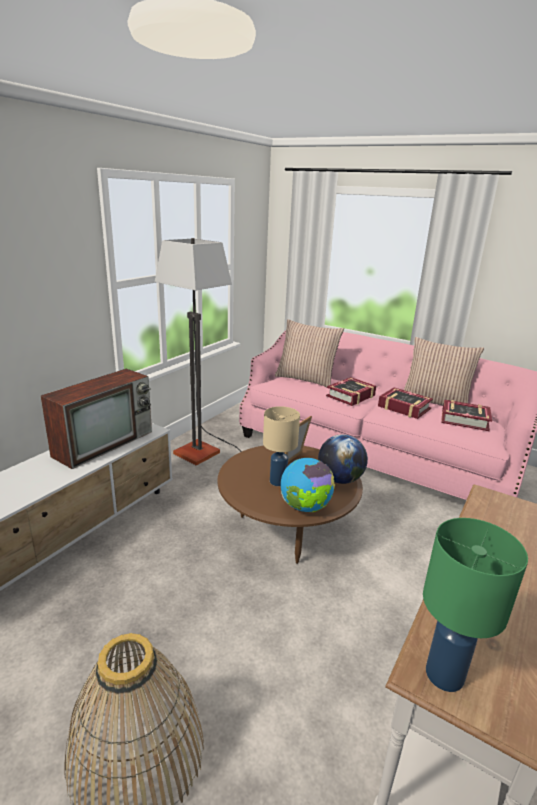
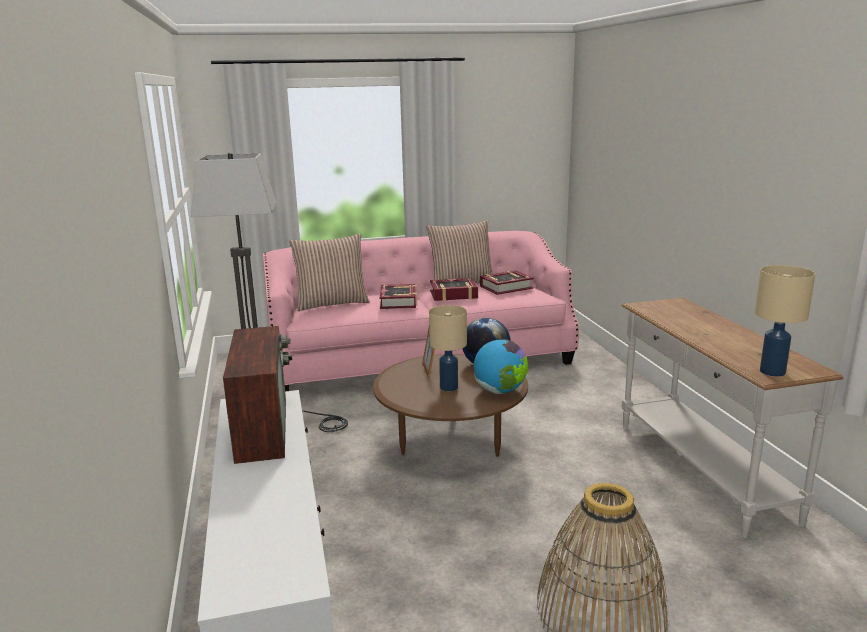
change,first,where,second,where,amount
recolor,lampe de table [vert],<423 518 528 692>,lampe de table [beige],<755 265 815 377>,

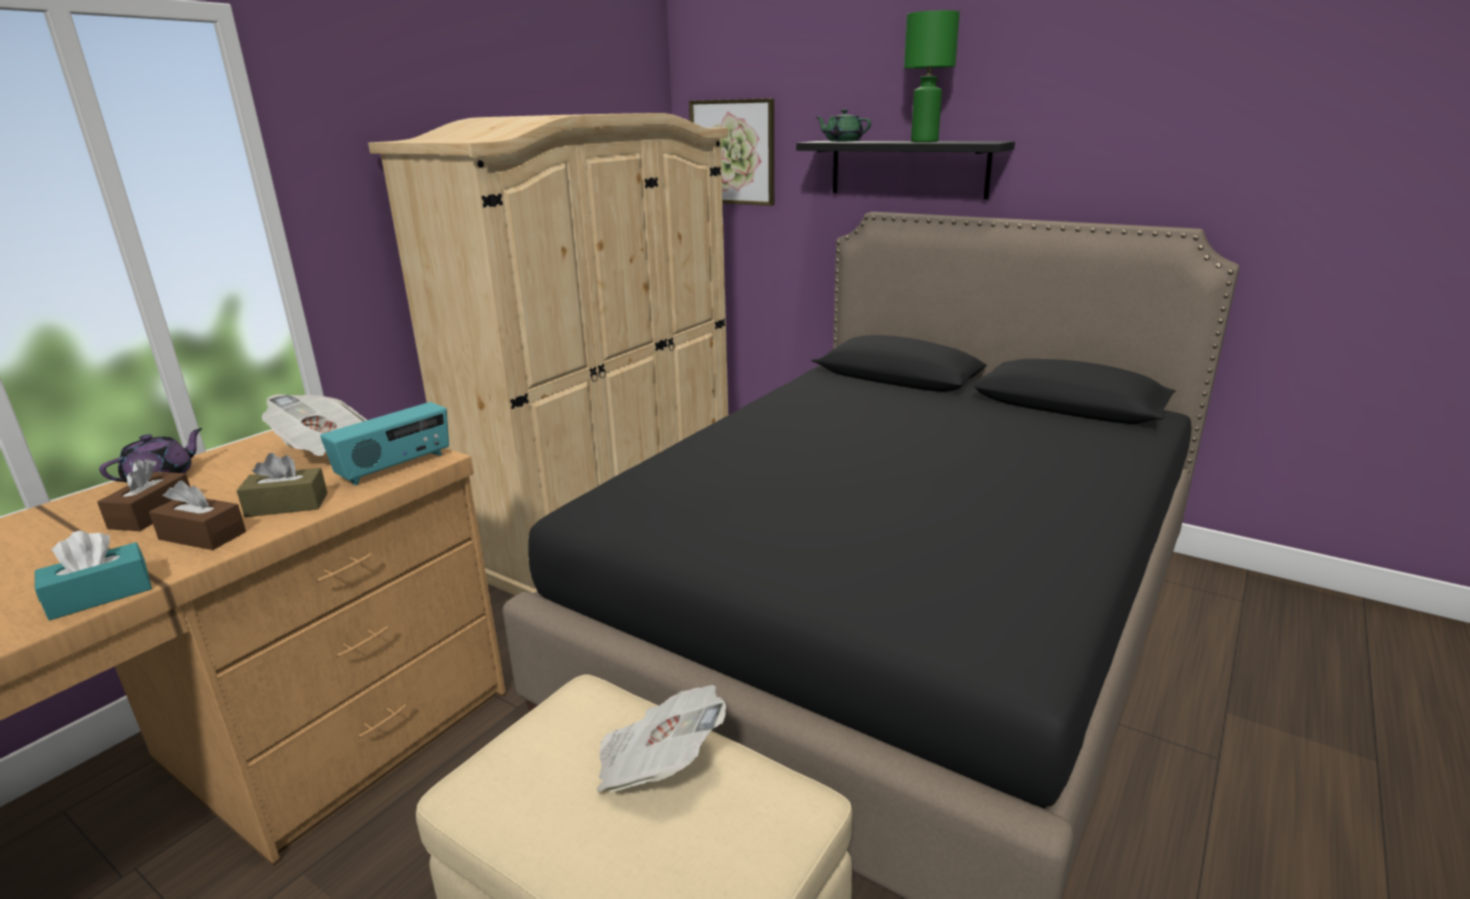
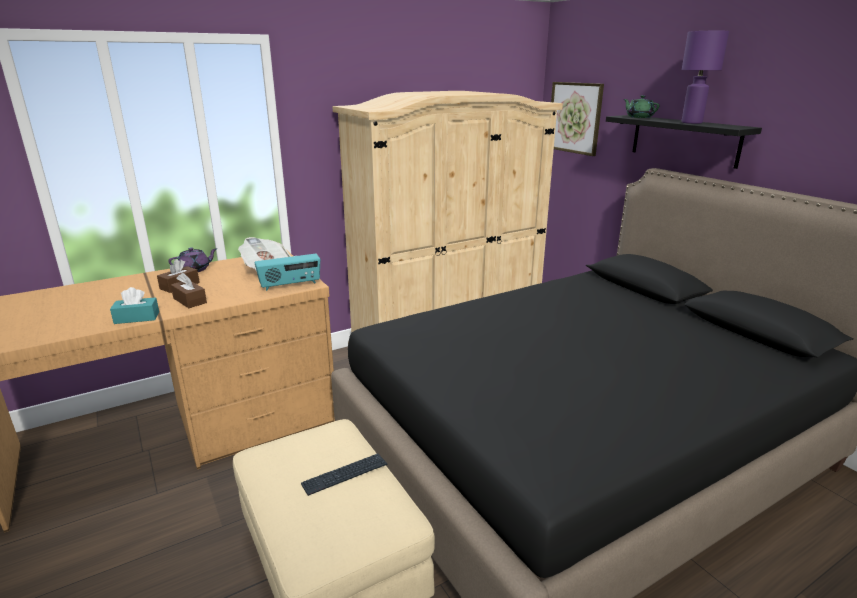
change,first,where,second,where,amount
delete,boîte à mouchoirs [marron],<236 453 328 517>,,,
replace,journal,<597 685 726 792>,clavier,<301 453 387 496>,
recolor,lampe de table [vert],<904 10 960 142>,lampe de table [violet],<681 31 729 124>,

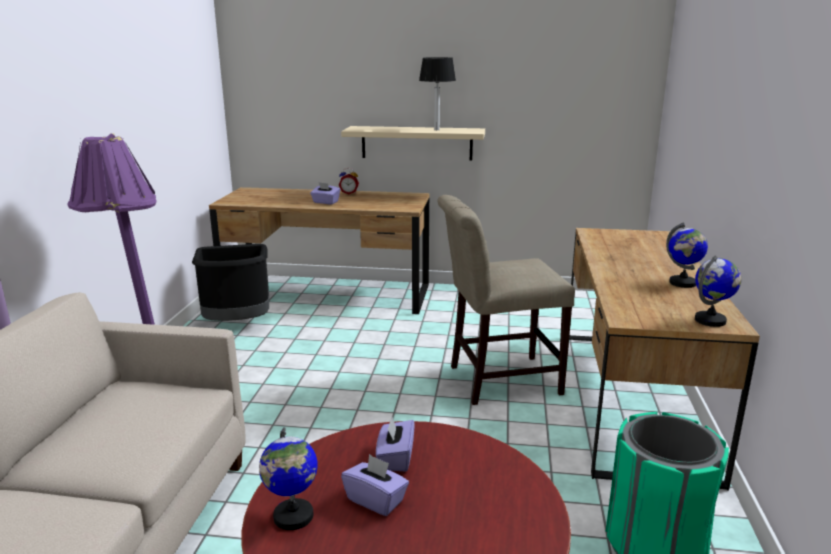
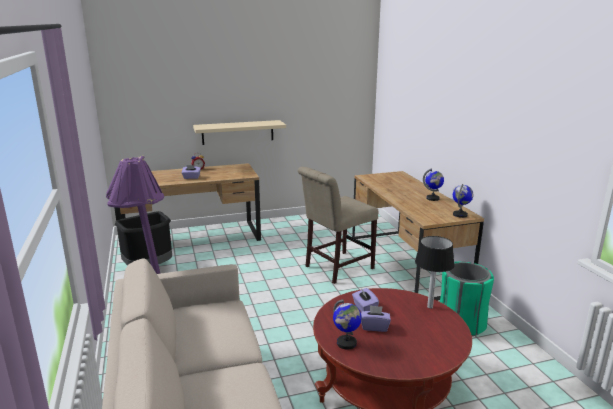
change,first,where,second,where,amount
move,lampe de table,<419 57 456 130>,,<415 236 455 309>,

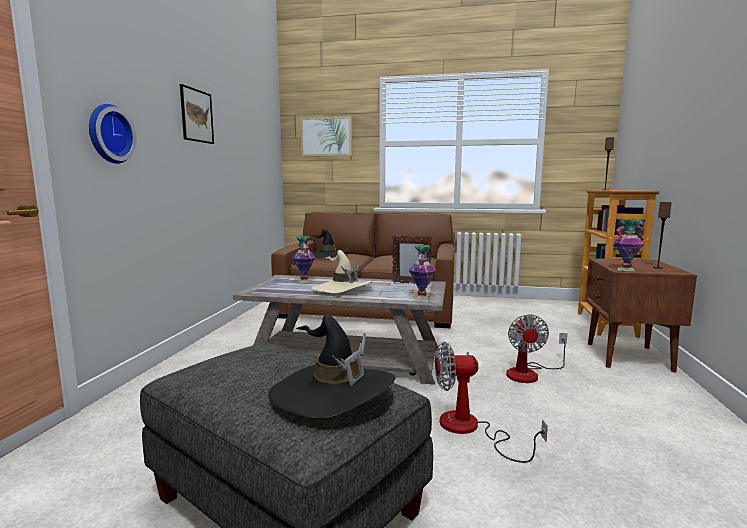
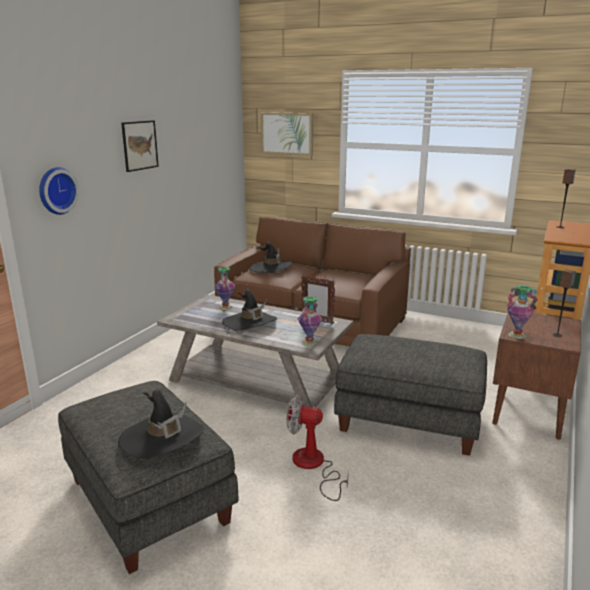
change,first,where,second,where,amount
replace,ventilateur,<506 314 567 383>,pouf [gris],<334 334 487 456>,
recolor,chapeau [beige],<311 250 373 293>,chapeau [noir],<222 289 277 331>,

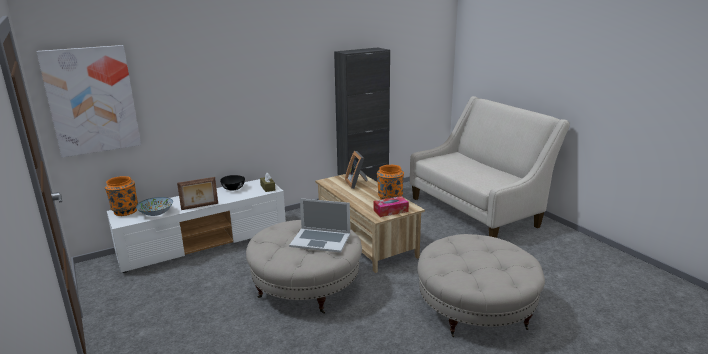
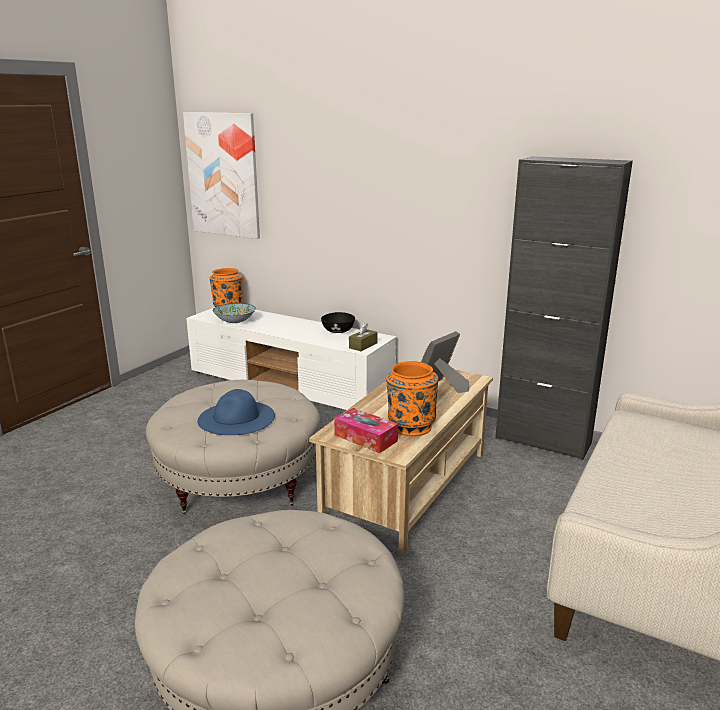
change,first,where,second,where,amount
delete,cadre photo,<177 177 218 210>,,,
replace,ordinateur portable,<289 198 350 253>,chapeau [bleu],<197 389 275 435>,

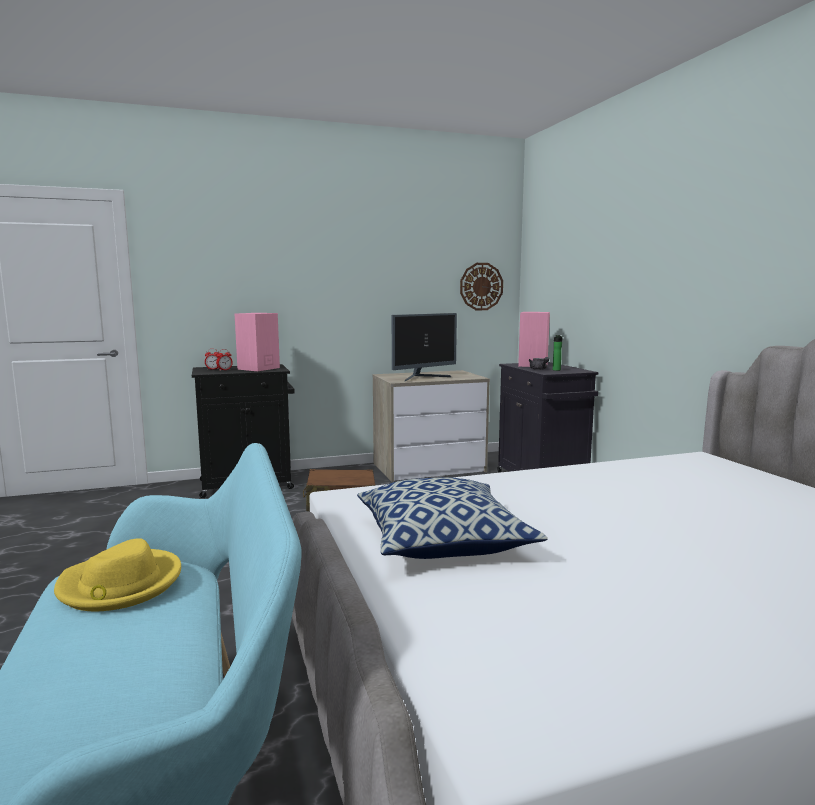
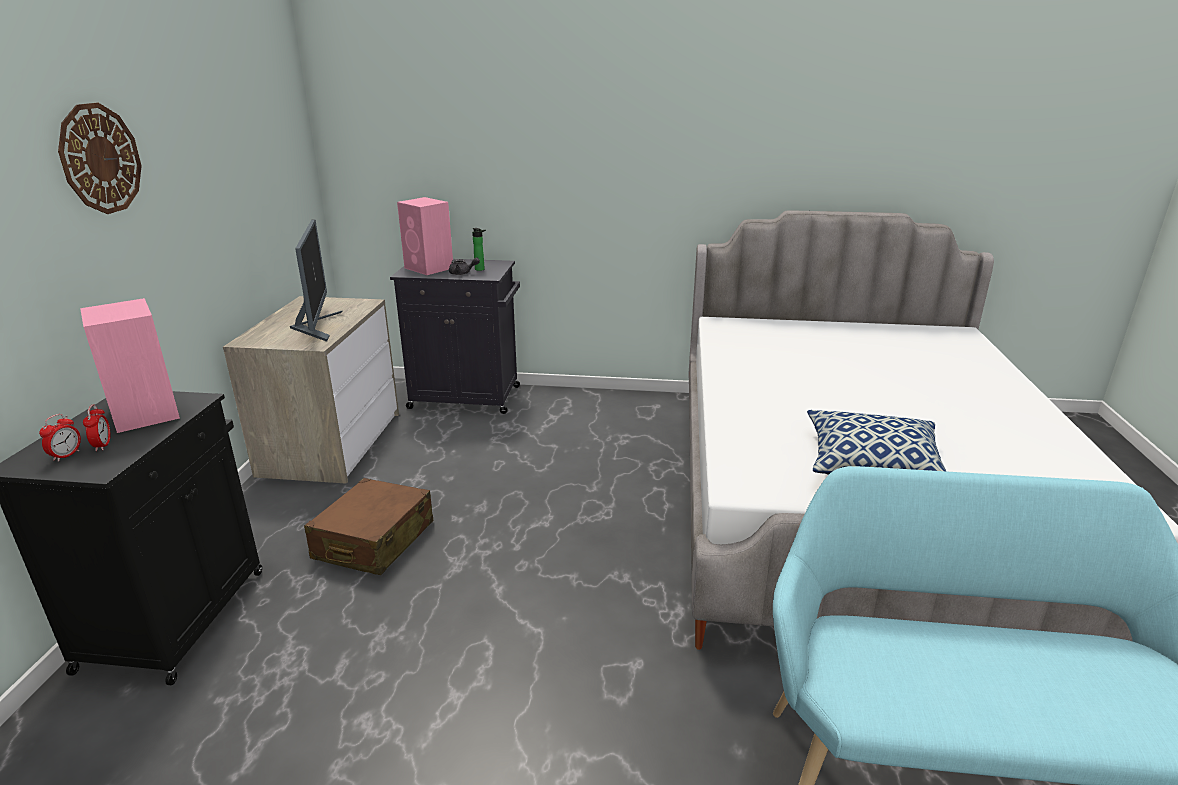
change,first,where,second,where,amount
delete,chapeau [jaune],<54 538 181 611>,,,
move,horloge murale,<460 263 503 310>,,<58 103 142 214>,

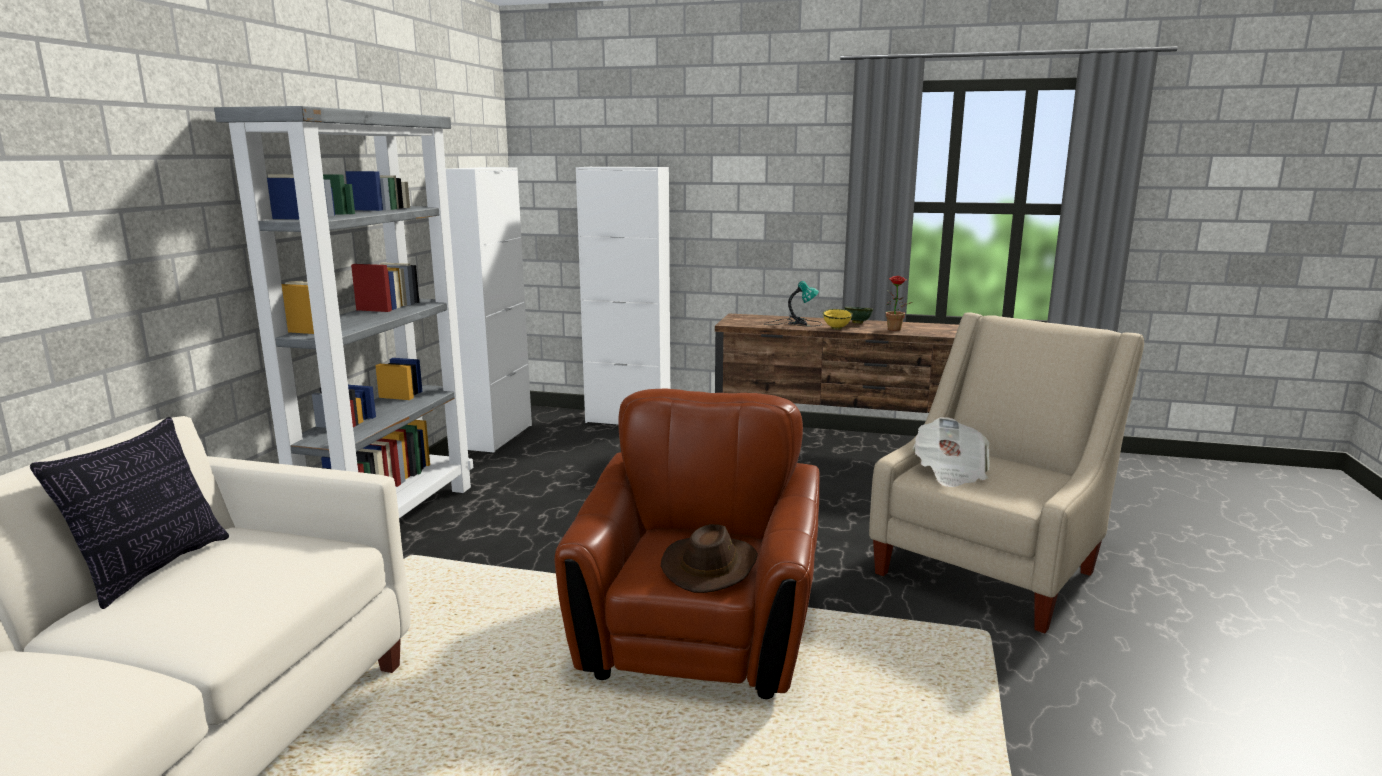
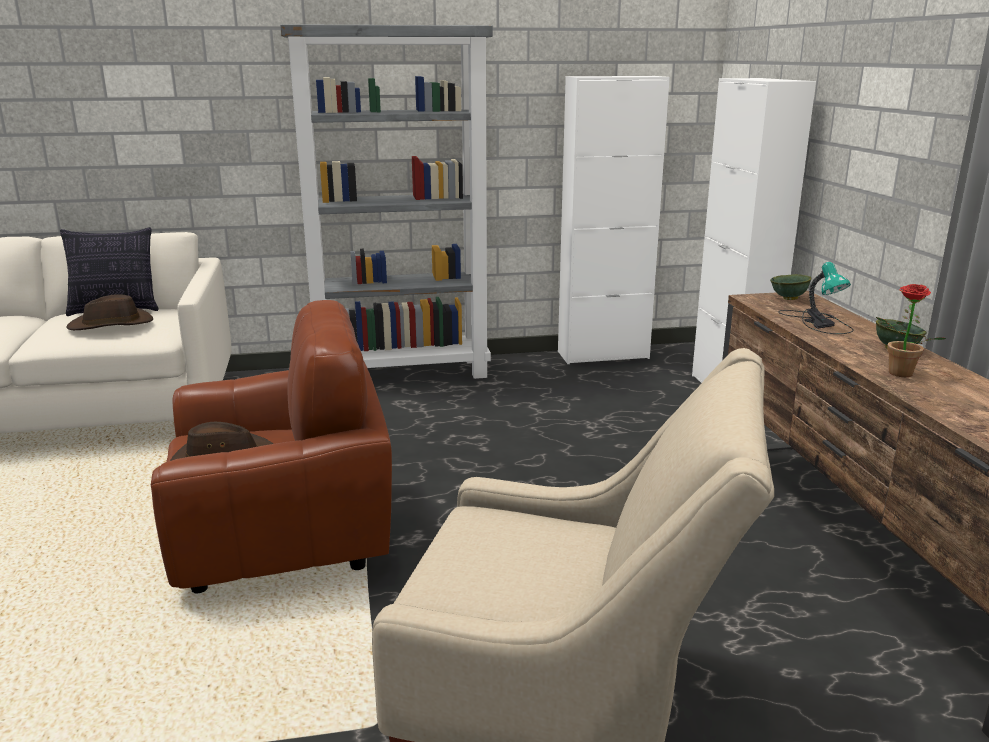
change,first,where,second,where,amount
delete,bol [jaune],<823 309 853 330>,,,
delete,journal,<913 417 990 487>,,,
insert,,,chapeau [marron],<66 294 154 330>,
insert,,,bol [vert],<770 274 812 300>,

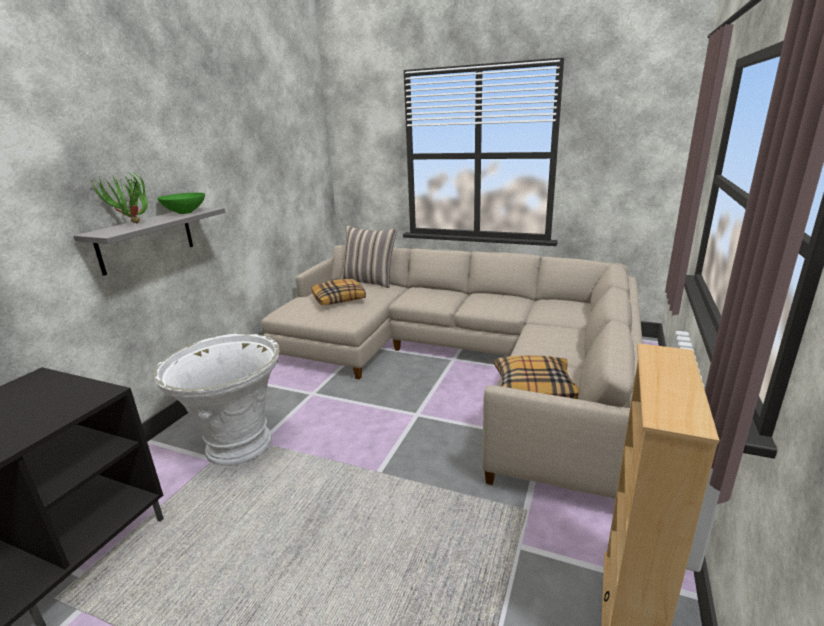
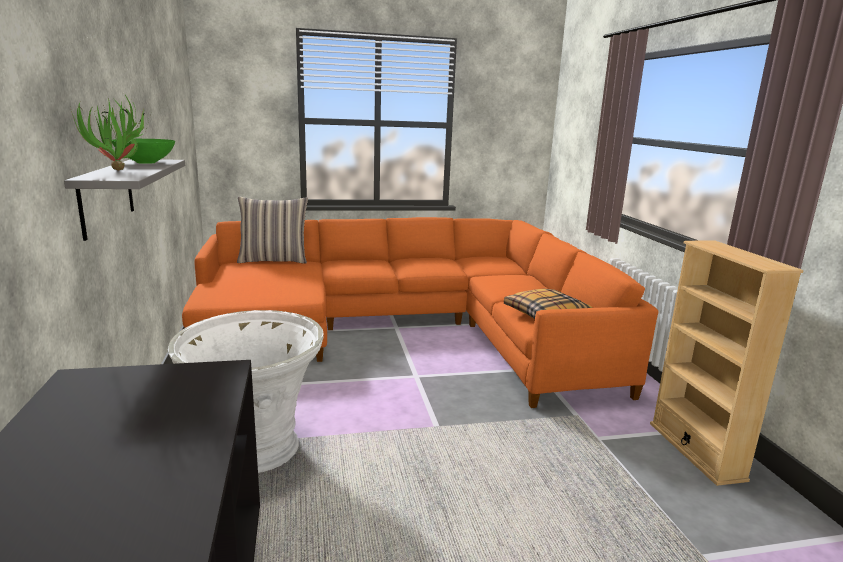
change,first,where,second,where,amount
delete,coussin,<312 279 366 305>,,,
recolor,canapé [beige],<261 245 643 499>,canapé [orange],<182 217 659 408>,

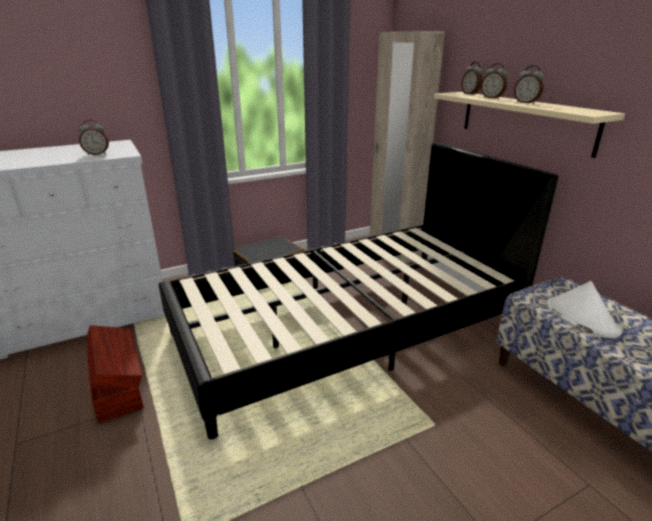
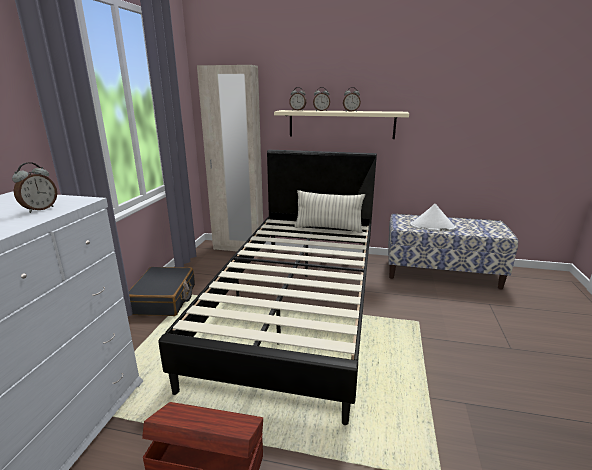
change,first,where,second,where,amount
insert,,,coussin,<294 190 365 233>,

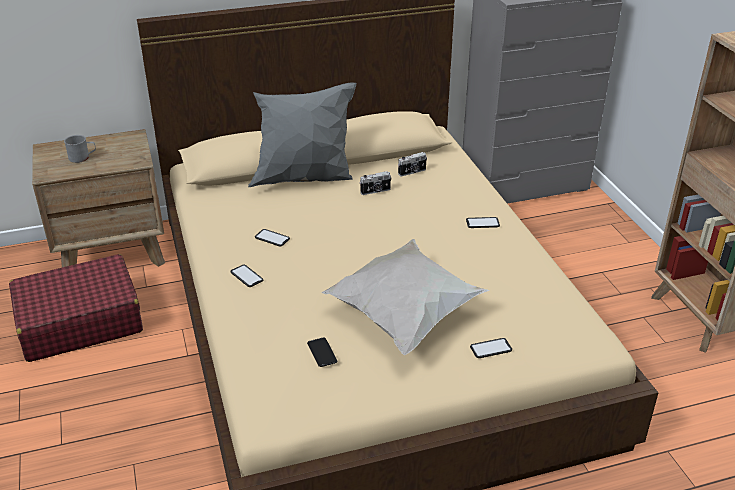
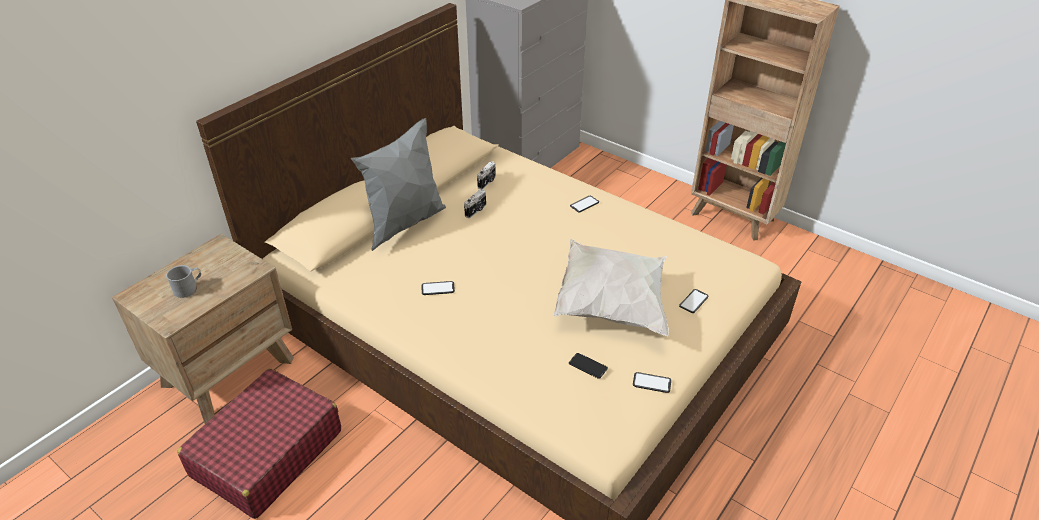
change,first,where,second,where,amount
move,téléphone,<231 264 263 287>,,<633 372 671 393>,

